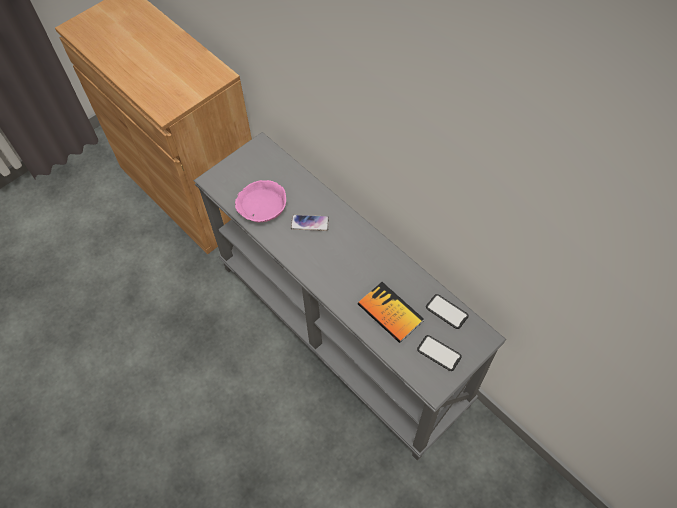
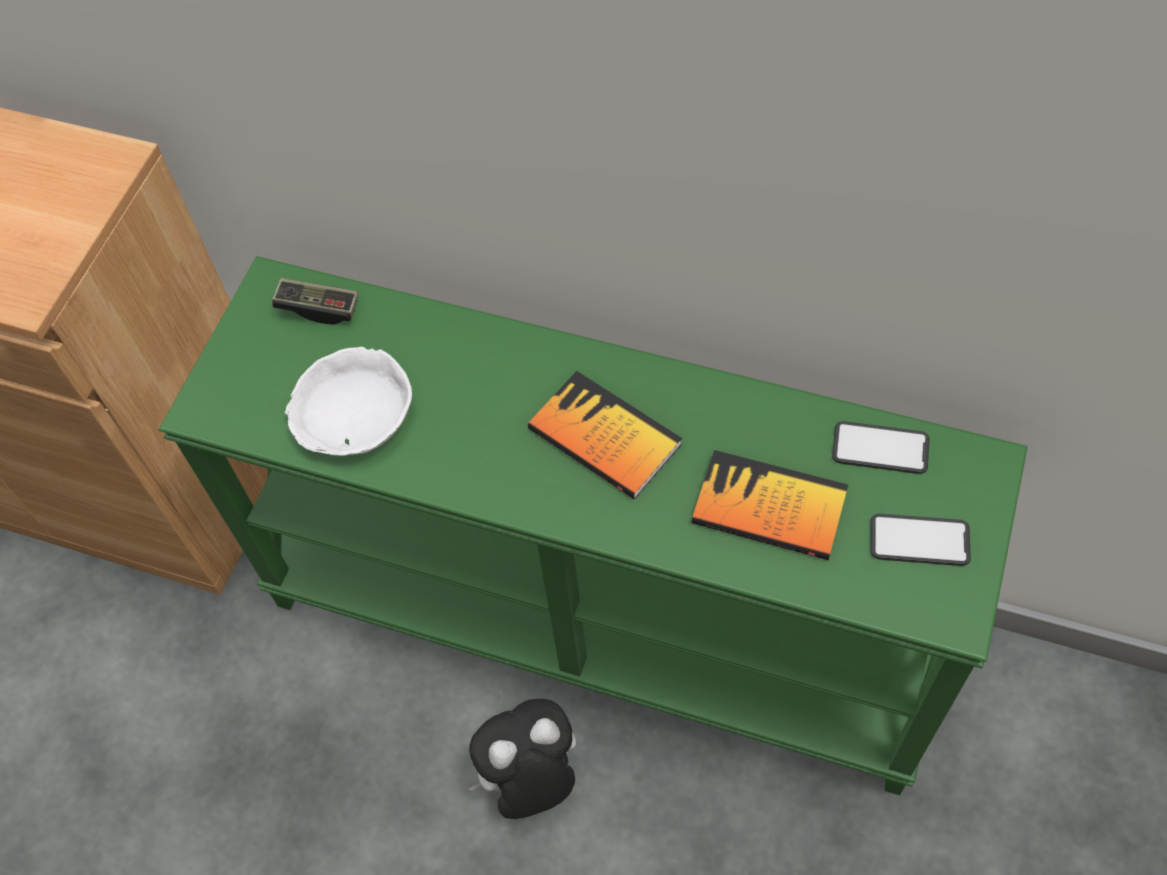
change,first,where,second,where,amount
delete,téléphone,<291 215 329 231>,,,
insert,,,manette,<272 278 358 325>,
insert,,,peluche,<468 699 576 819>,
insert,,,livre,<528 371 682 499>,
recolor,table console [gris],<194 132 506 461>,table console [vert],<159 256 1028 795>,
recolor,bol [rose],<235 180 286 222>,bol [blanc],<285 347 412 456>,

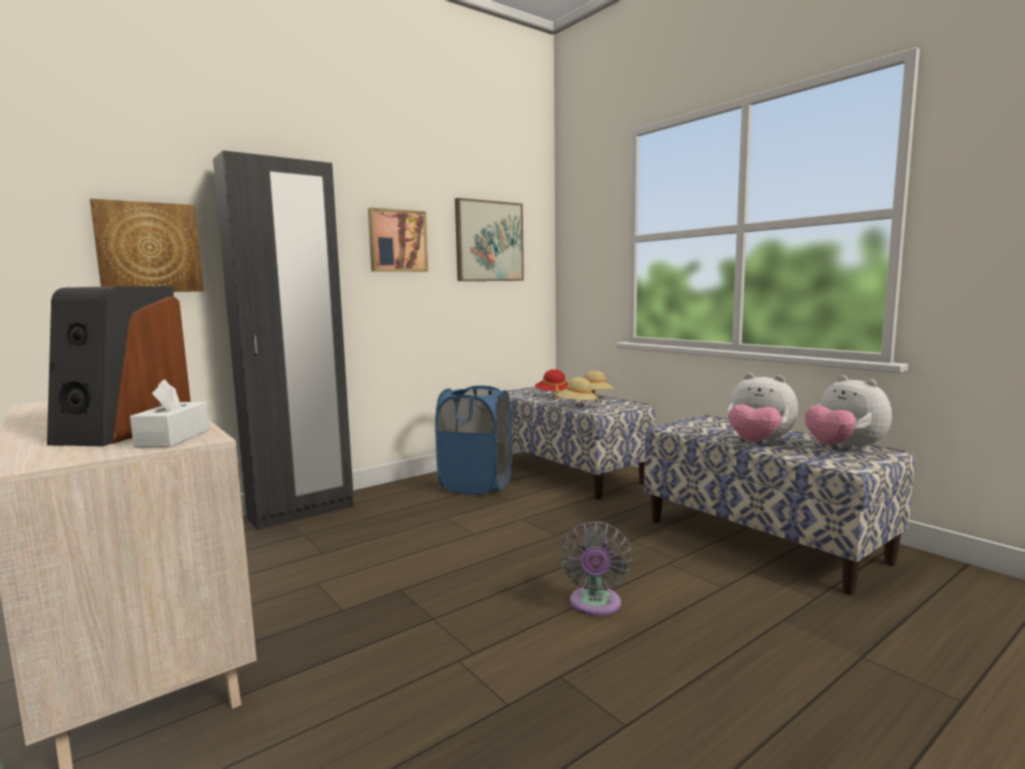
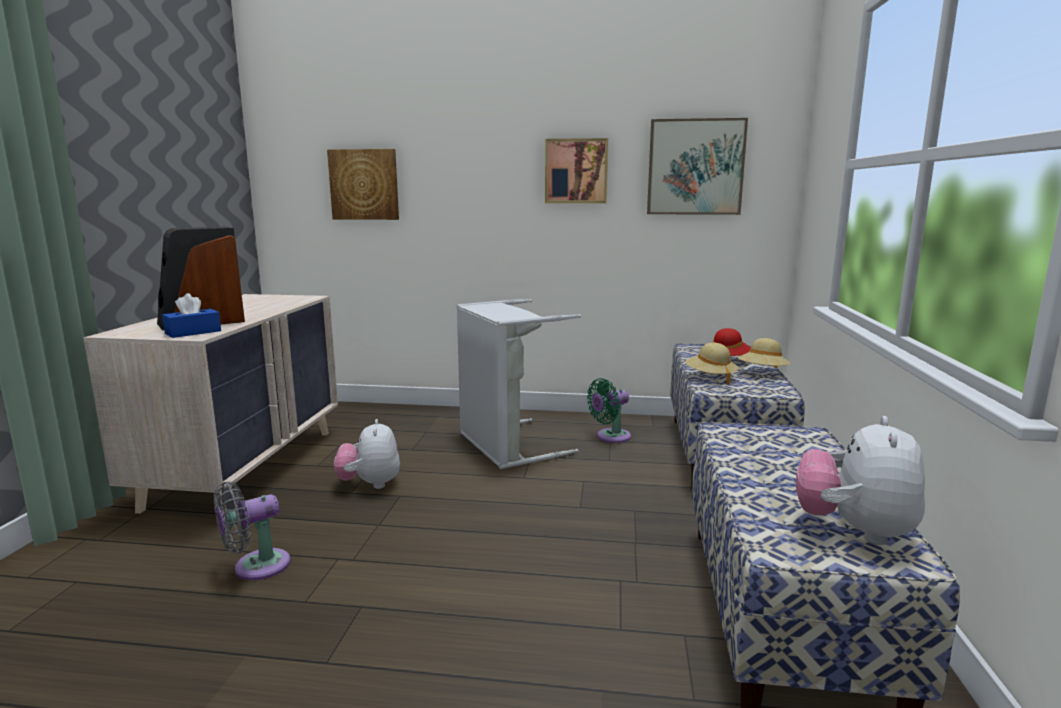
change,first,where,second,where,amount
delete,armoire [noir],<213 151 354 530>,,,
insert,,,panier à linge [gris],<457 299 581 469>,
move,ventilateur [gris],<559 521 633 616>,,<214 482 290 580>,
move,peluche,<727 373 798 444>,,<334 419 400 489>,
replace,panier à linge [bleu],<435 386 512 495>,ventilateur [vert],<587 378 631 443>,
recolor,boîte à mouchoirs [blanc],<130 379 209 447>,boîte à mouchoirs [bleu],<162 293 221 338>,

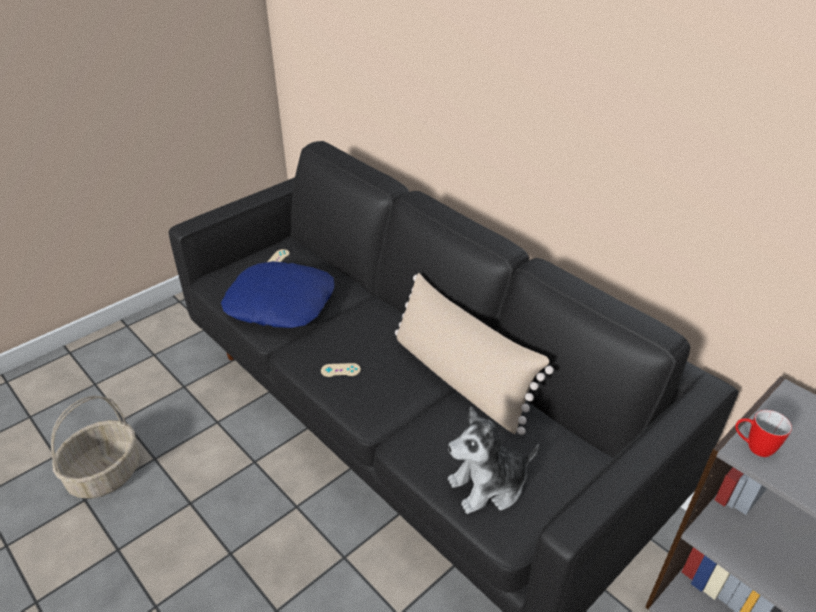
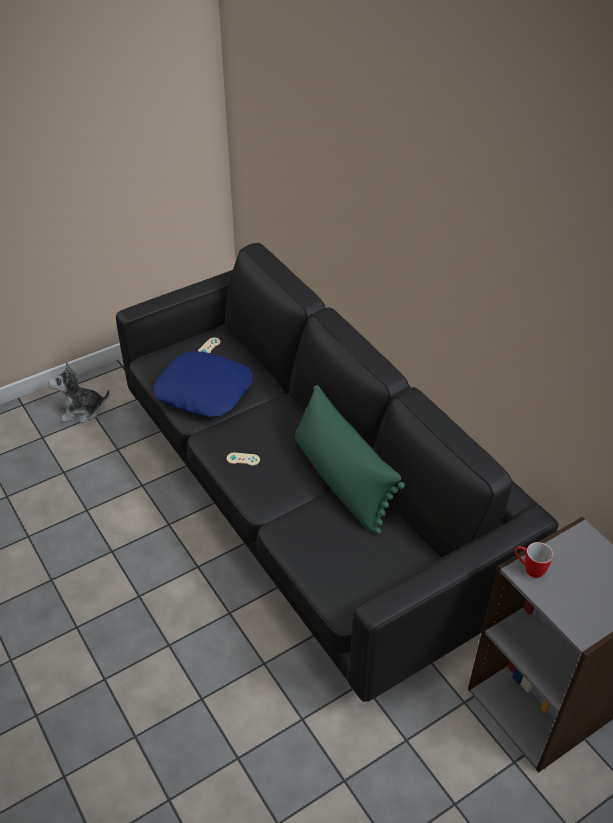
change,first,where,second,where,amount
delete,panier,<51 396 140 499>,,,
move,peluche,<448 407 539 514>,,<48 362 110 423>,
recolor,coussin [beige],<395 273 554 435>,coussin [vert],<295 385 405 534>,

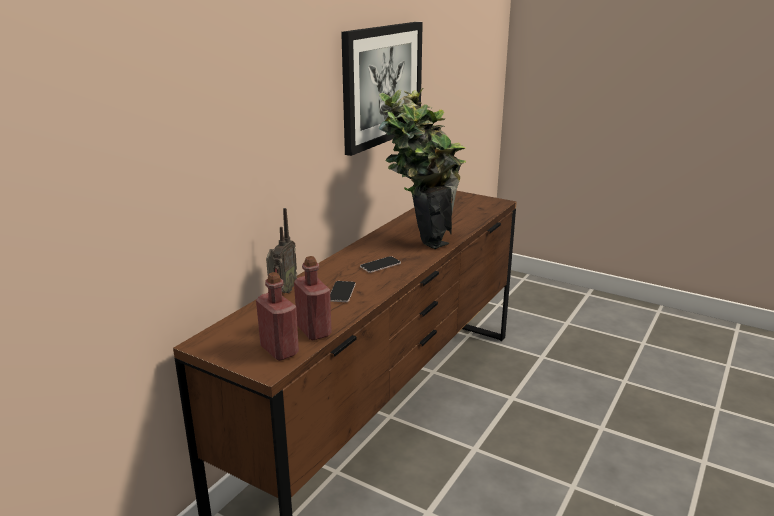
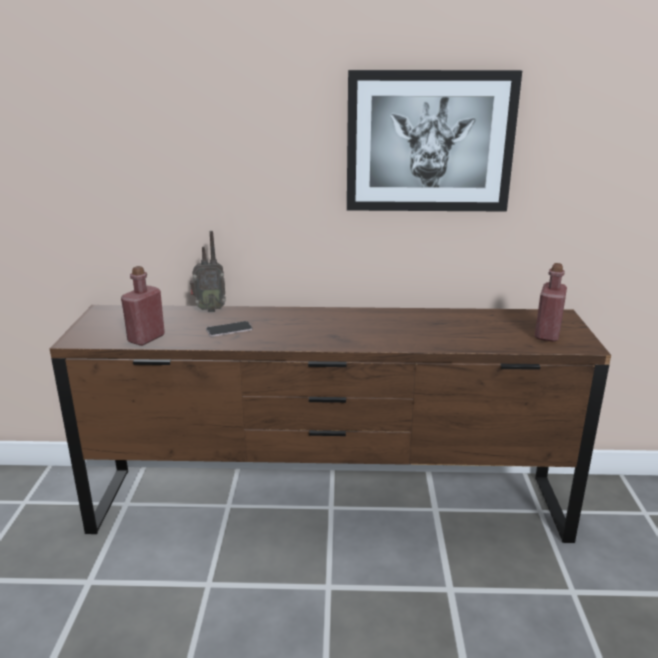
change,first,where,second,where,amount
delete,téléphone,<360 256 401 273>,,,
delete,plante en pot,<379 88 466 249>,,,
move,bouteille [rouge],<256 272 299 361>,,<535 263 567 342>,

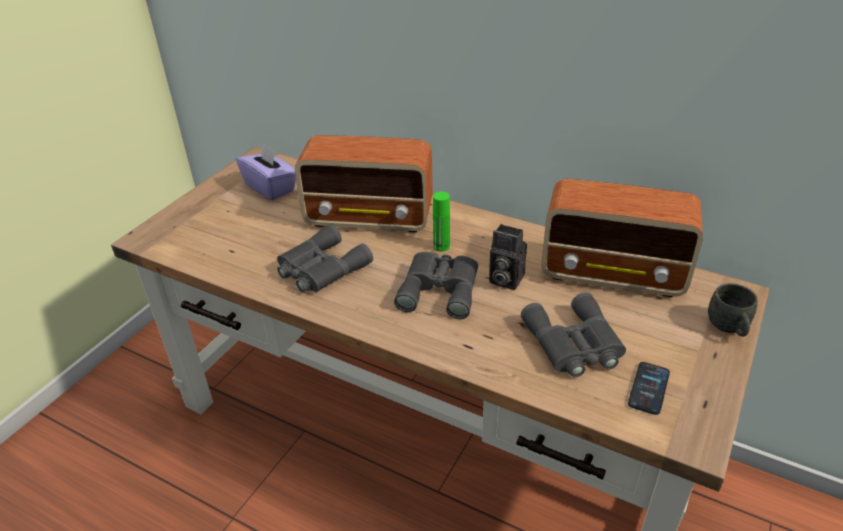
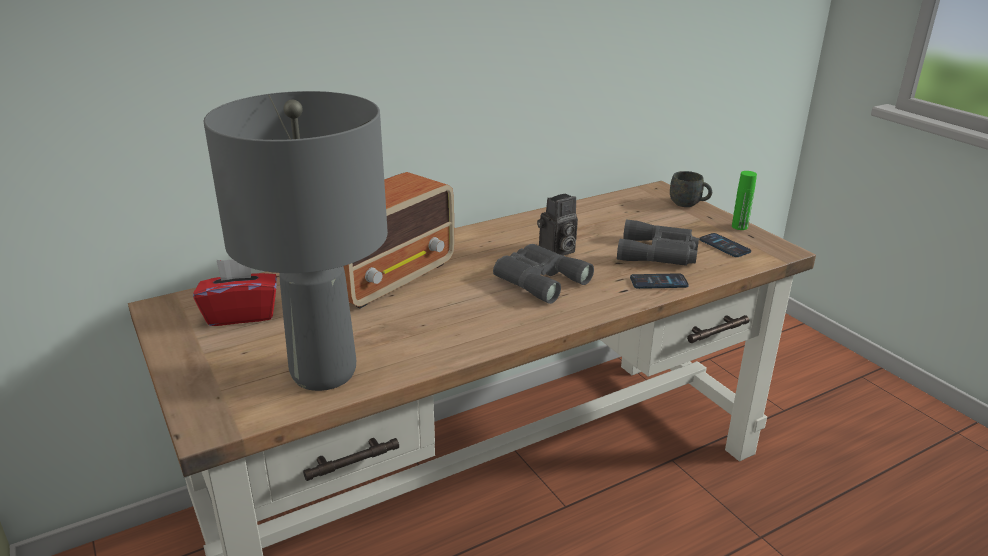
change,first,where,second,where,amount
delete,jumelles [gris],<277 225 373 292>,,,
delete,radio,<541 179 703 297>,,,
insert,,,lampe de table [gris],<204 91 388 391>,
insert,,,téléphone,<630 273 689 289>,
move,bouteille [vert],<433 192 450 252>,,<732 171 757 230>,
recolor,boîte à mouchoirs [violet],<236 143 296 201>,boîte à mouchoirs [rouge],<193 259 277 326>,

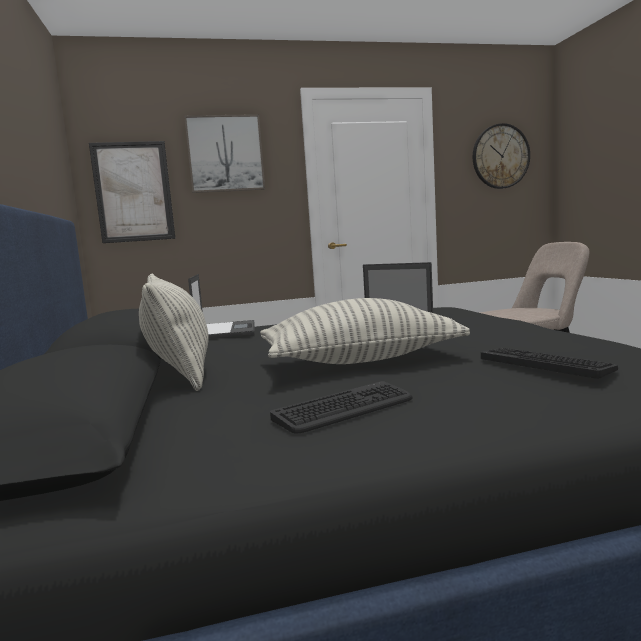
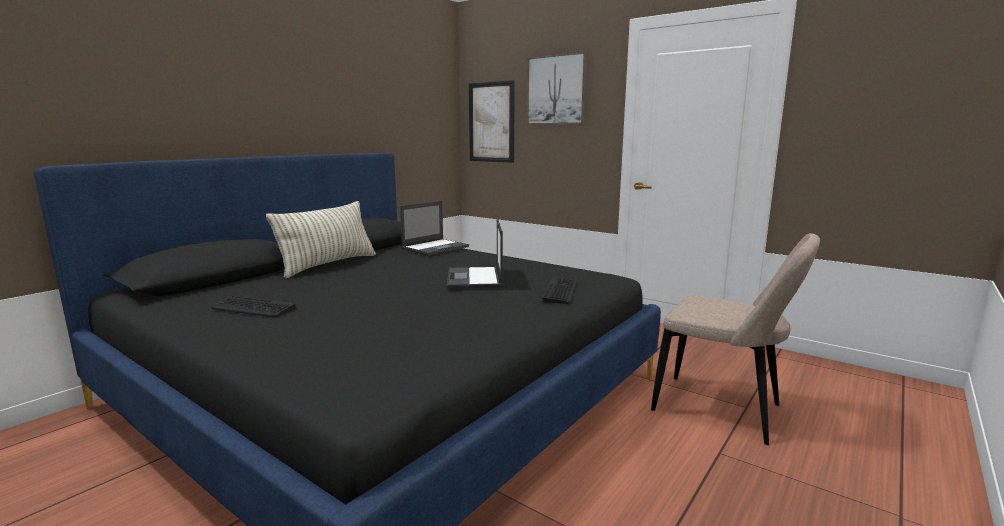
change,first,where,second,where,amount
delete,coussin,<260 298 470 364>,,,
delete,horloge murale,<473 123 530 189>,,,
move,clavier,<481 348 618 379>,,<542 277 577 304>,

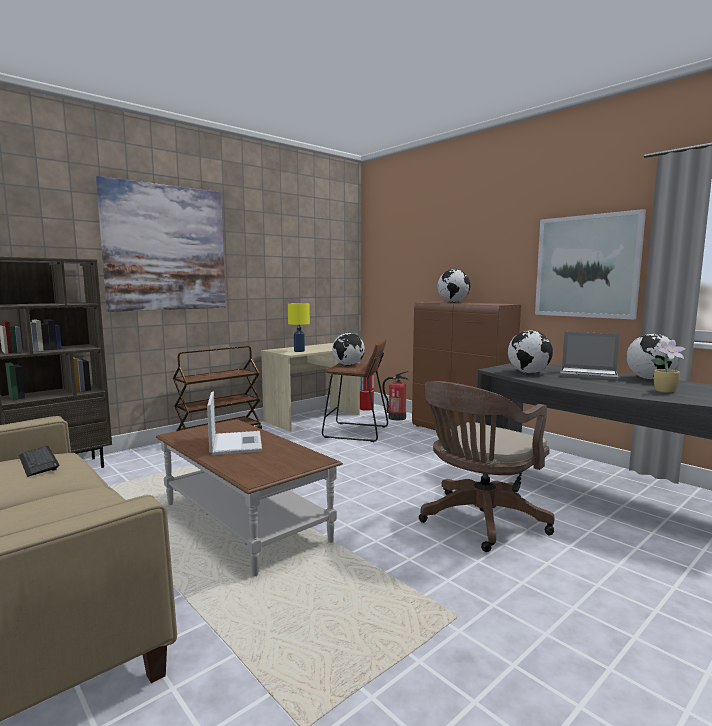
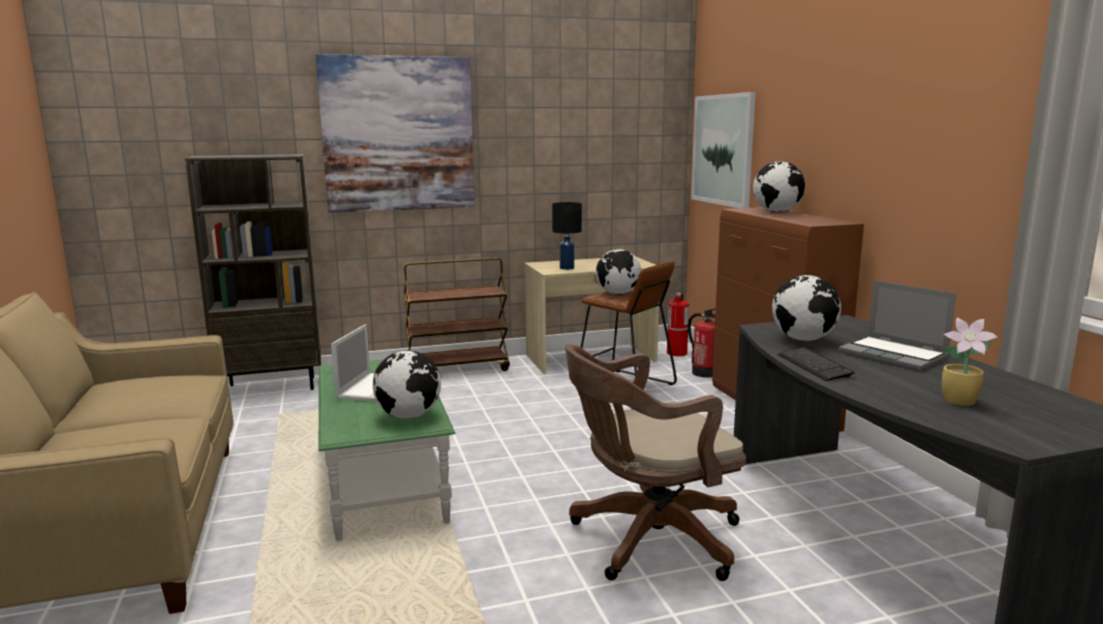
change,first,where,second,where,amount
move,clavier,<19 446 59 477>,,<778 347 855 381>,
move,tableau,<535 209 646 320>,,<691 92 756 208>,
move,globe,<626 334 679 380>,,<373 351 441 419>,
recolor,table basse [marron],<156 419 343 576>,table basse [vert],<319 359 455 541>,
recolor,lampe de table [jaune],<288 303 310 352>,lampe de table [noir],<552 202 582 270>,

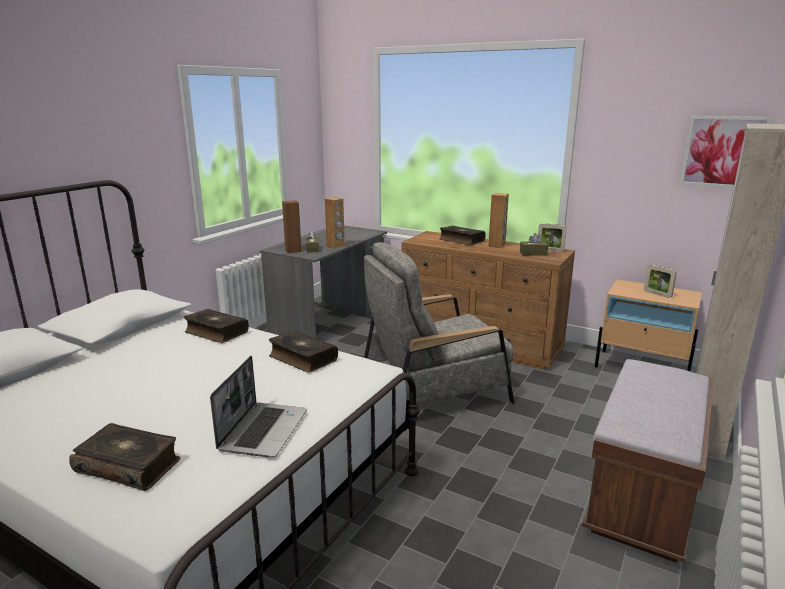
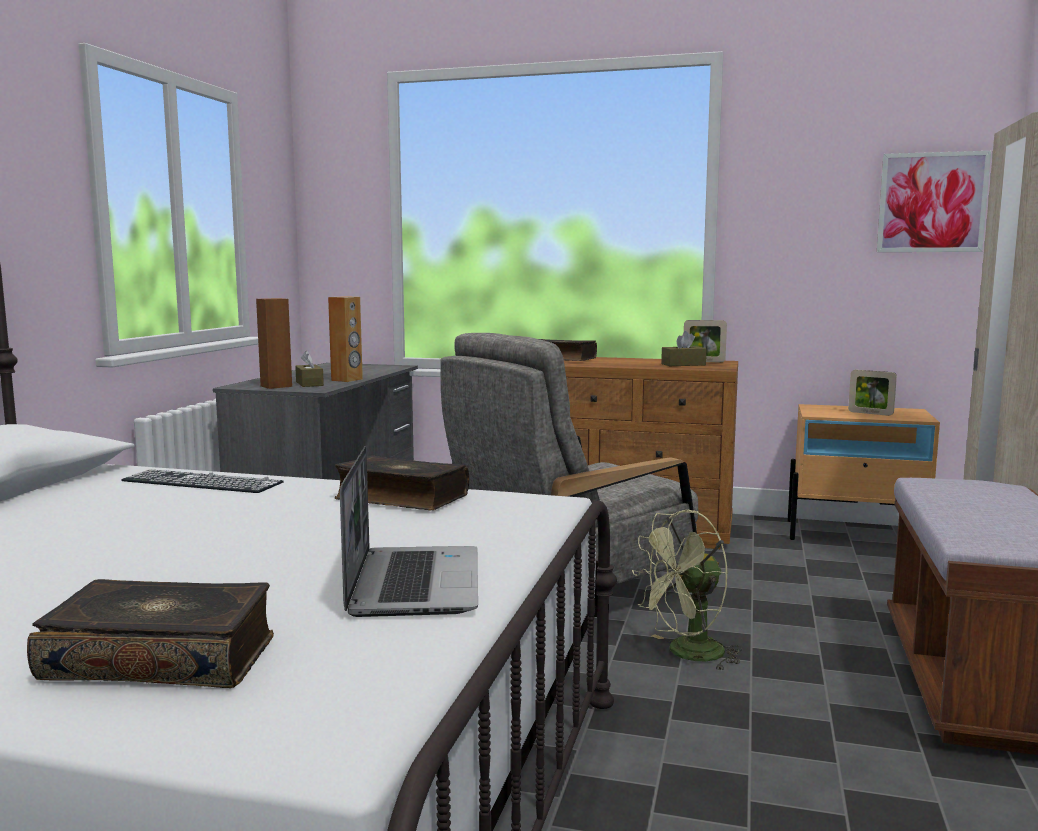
change,first,where,second,where,amount
delete,enceinte [marron],<488 193 509 248>,,,
insert,,,ventilateur [vert],<632 510 743 670>,
replace,livre,<184 309 249 343>,clavier,<121 469 284 493>,

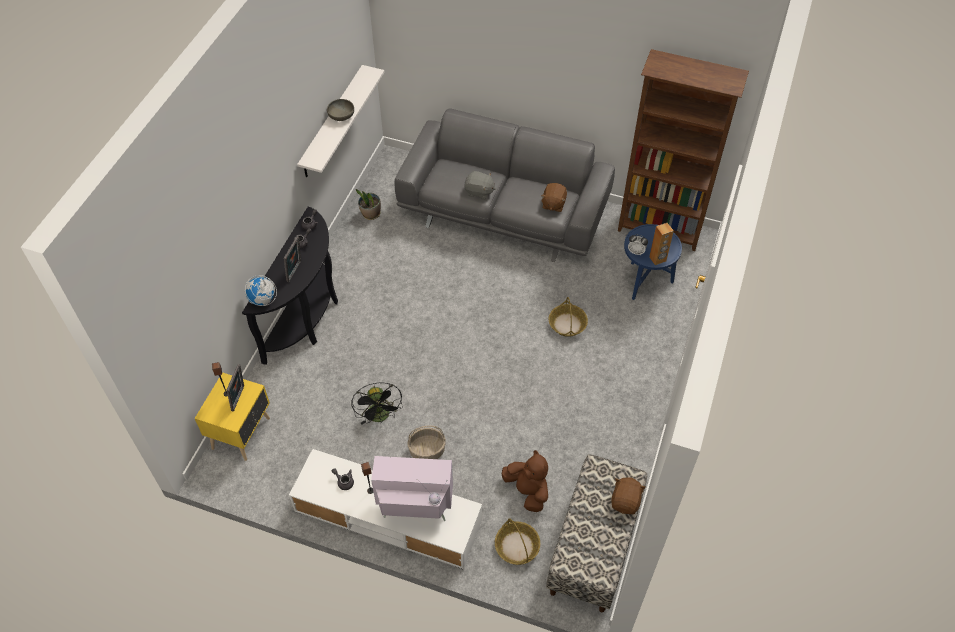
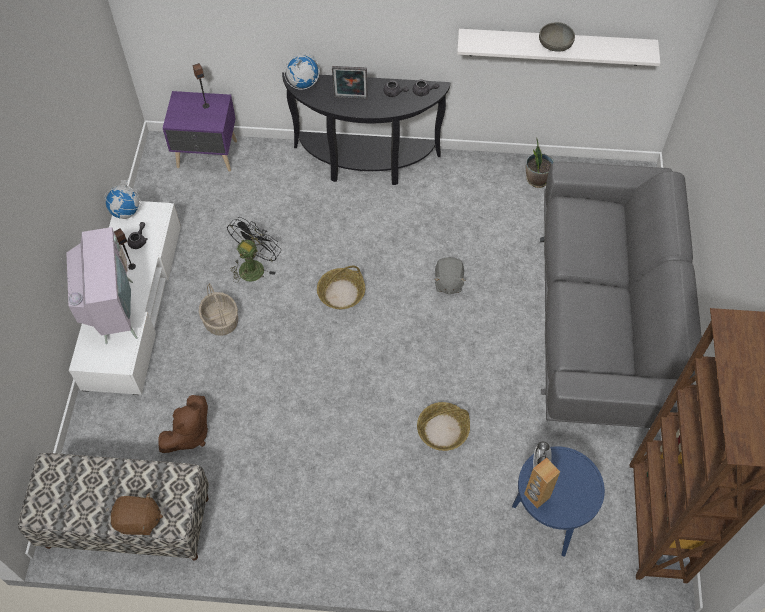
change,first,where,second,where,amount
delete,cadre photo,<227 364 244 411>,,,
delete,peluche [marron],<541 183 567 212>,,,
insert,,,globe,<105 179 142 219>,
move,peluche [gris],<464 171 496 200>,,<434 257 466 295>,
move,panier,<495 518 540 565>,,<317 266 365 309>,
recolor,table de chevet [jaune],<194 372 270 461>,table de chevet [violet],<163 91 237 171>,
rotate,ventilateur [noir],<351 382 402 425>,,<227 217 281 283>,150 degrees clockwise

